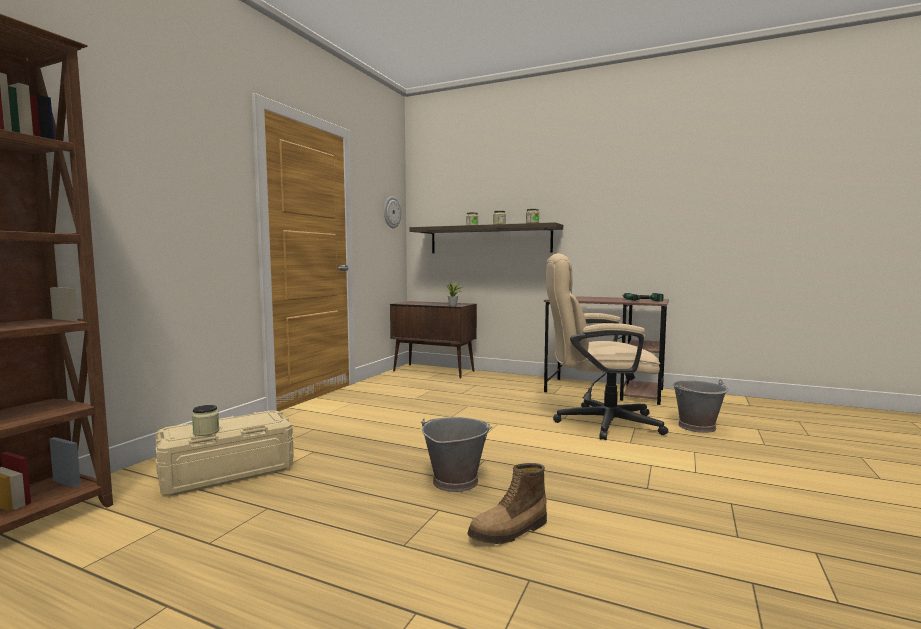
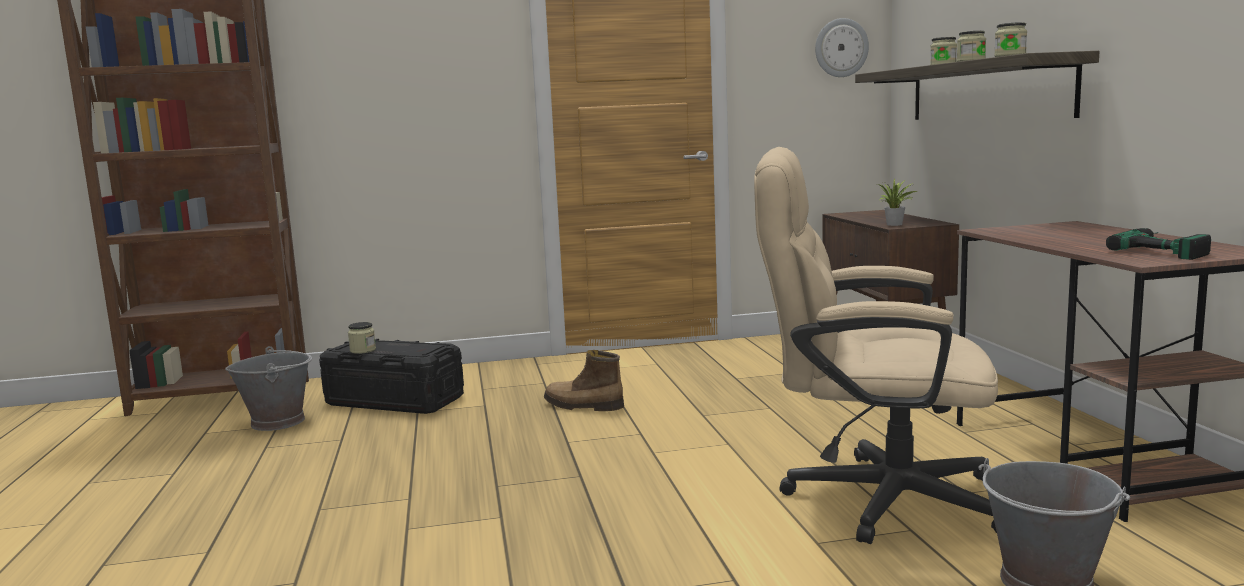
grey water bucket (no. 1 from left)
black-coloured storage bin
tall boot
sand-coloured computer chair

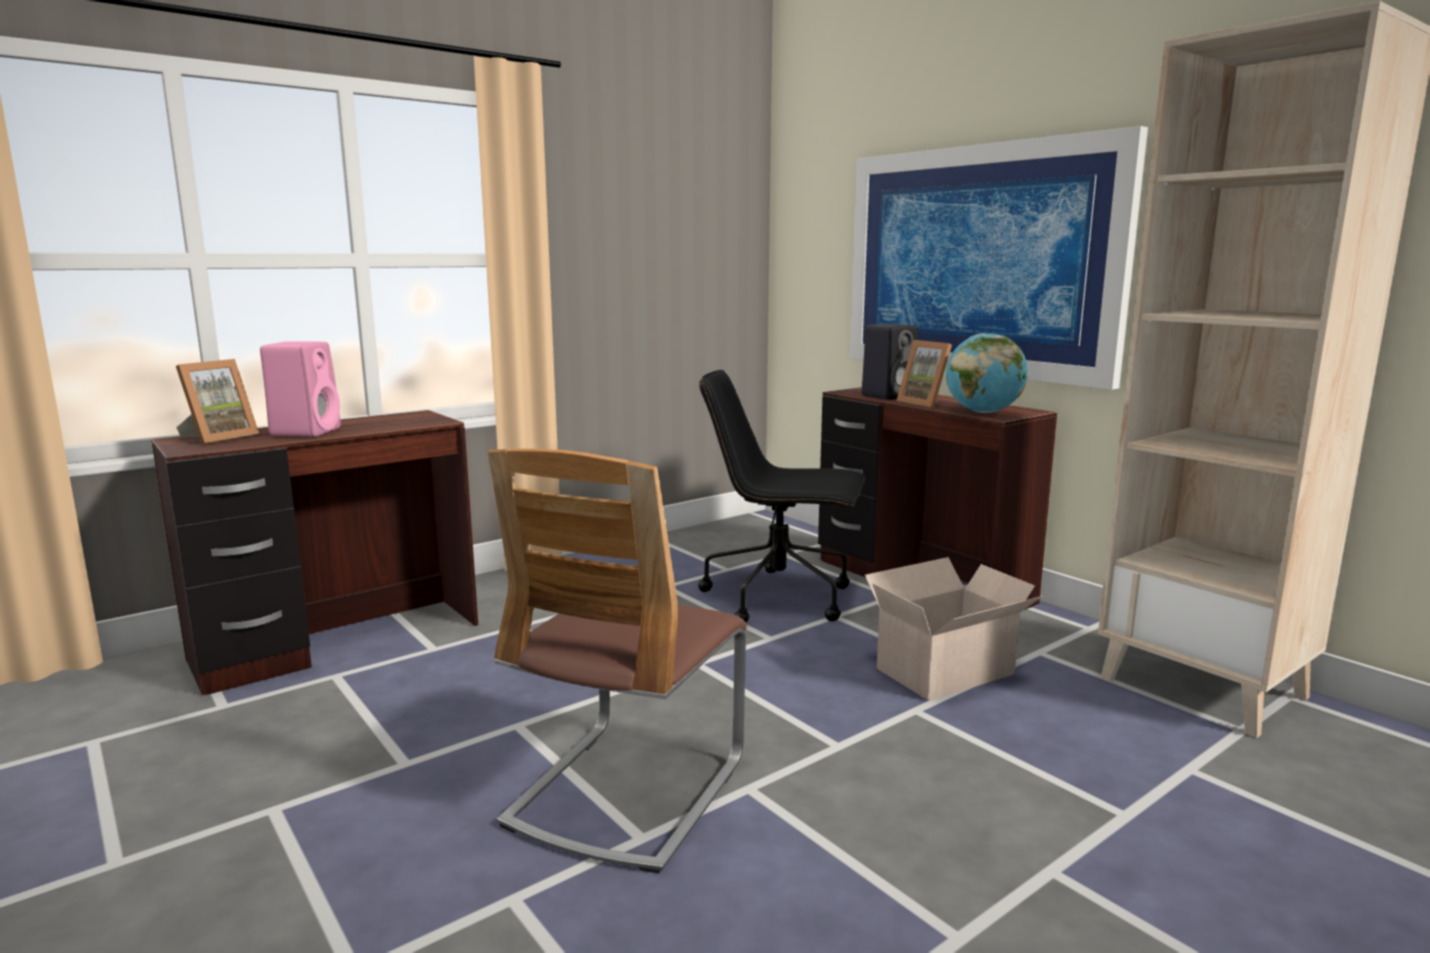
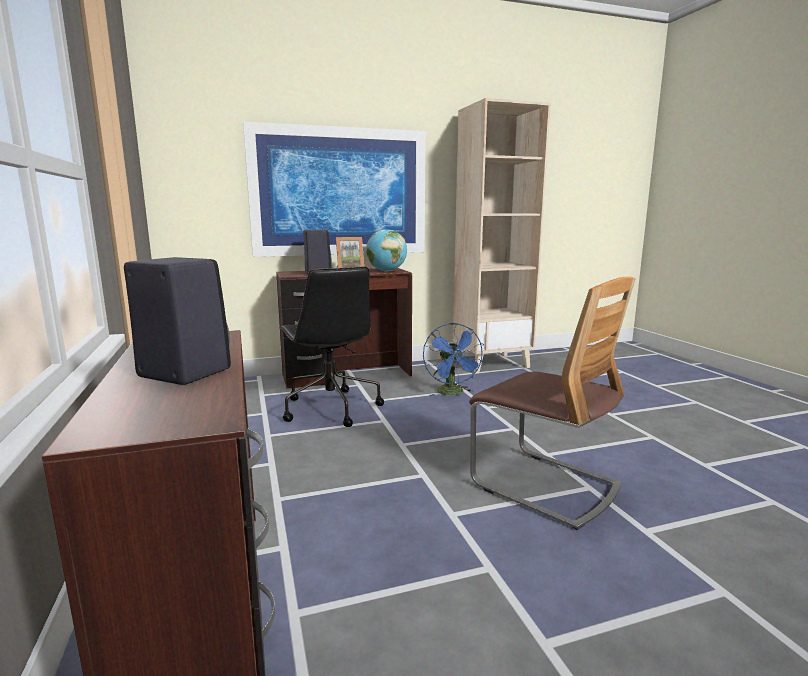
black-coloured loudspeaker (no. 1 from left)
black-coloured computer chair
blue-coloured fan
standing frame (no. 1 from left in the first image)

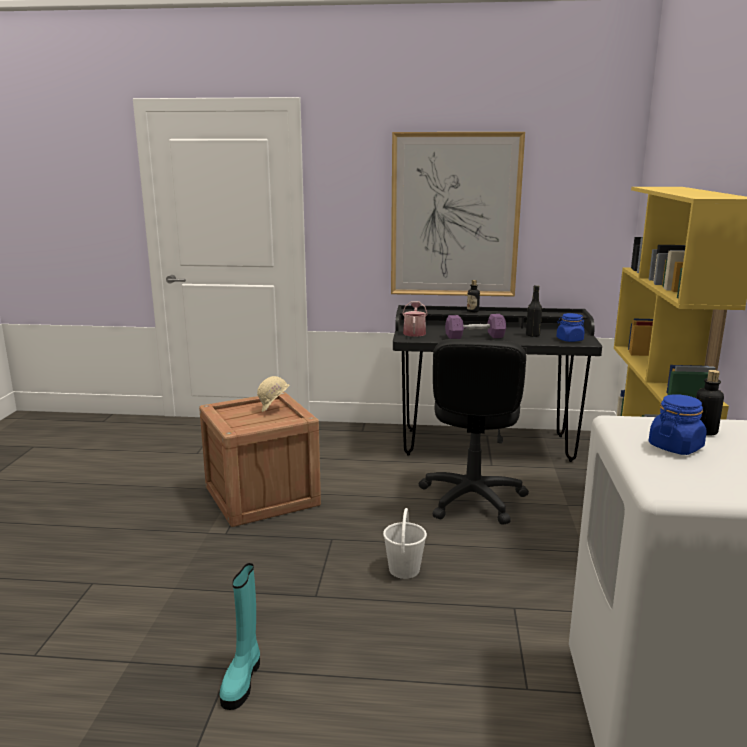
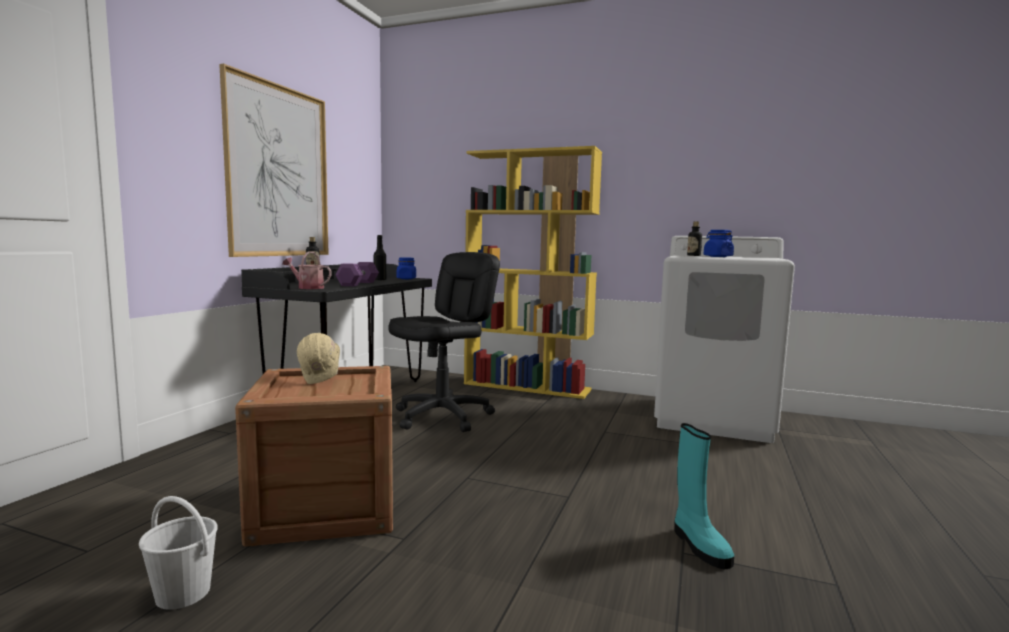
white-coloured water bucket
black-coloured computer chair
blue-green tall boot

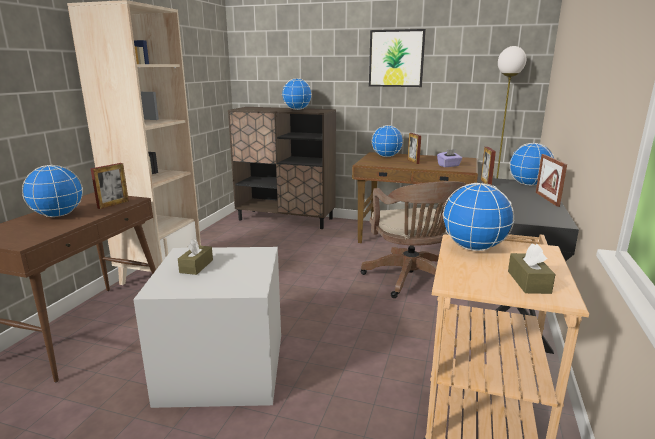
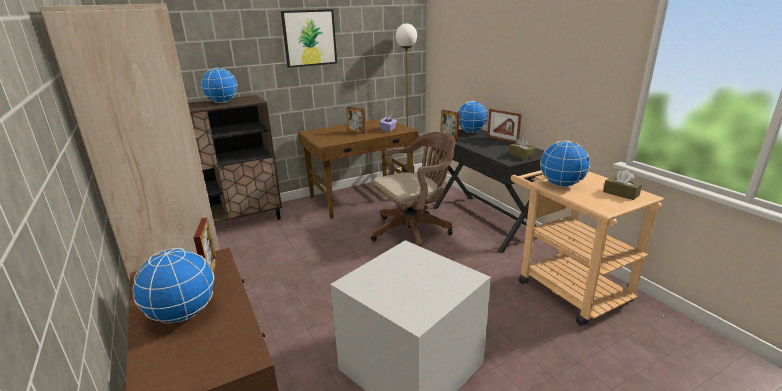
brown computer chair
brown tissue box (no. 1 from left)
globe (no. 3 from left in the first image)

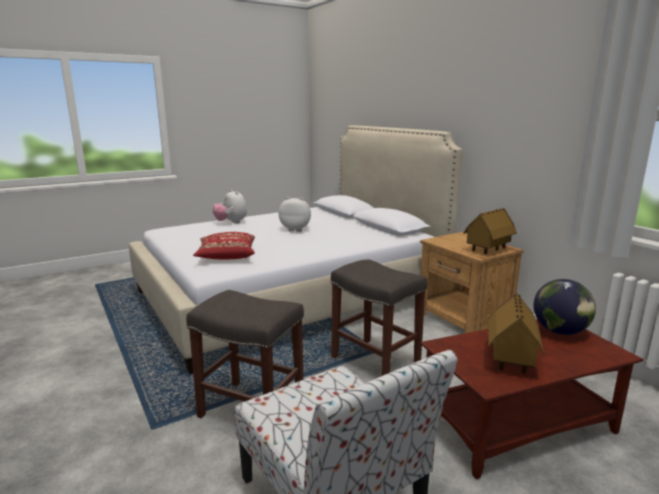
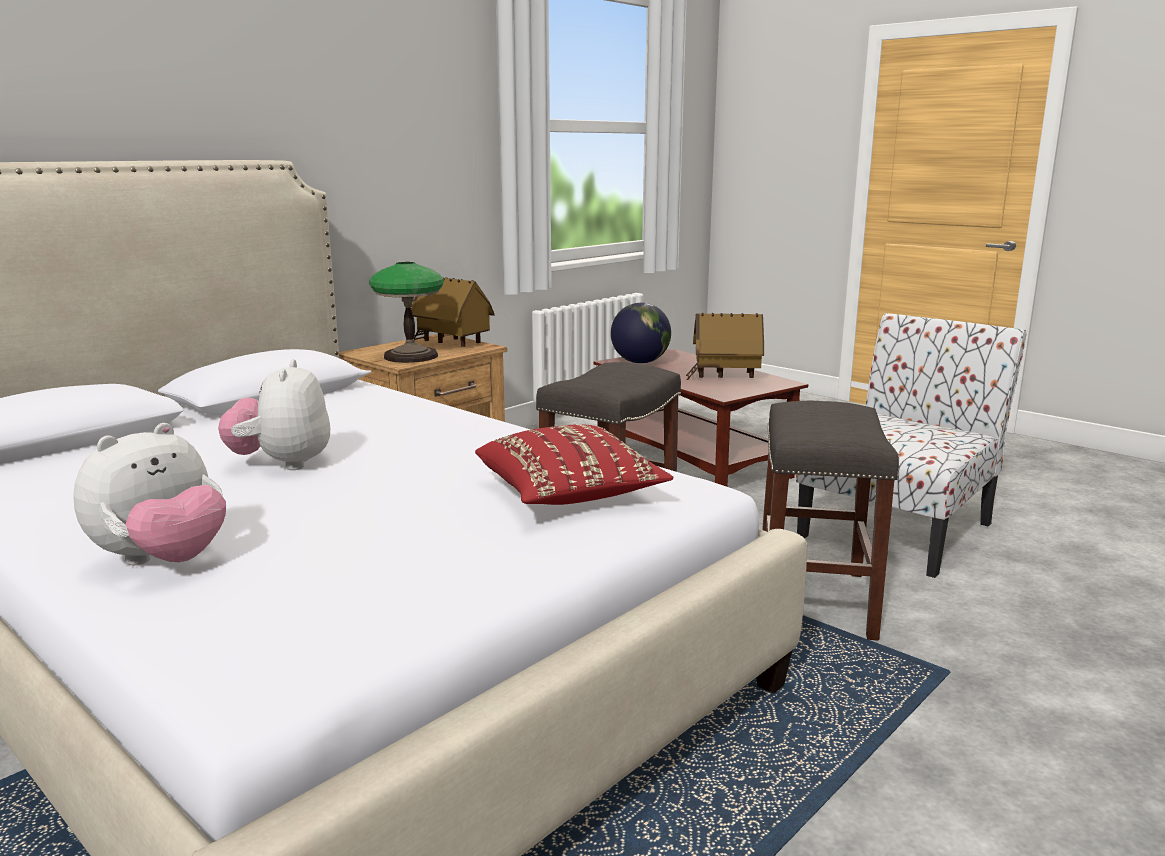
tabletop lamp

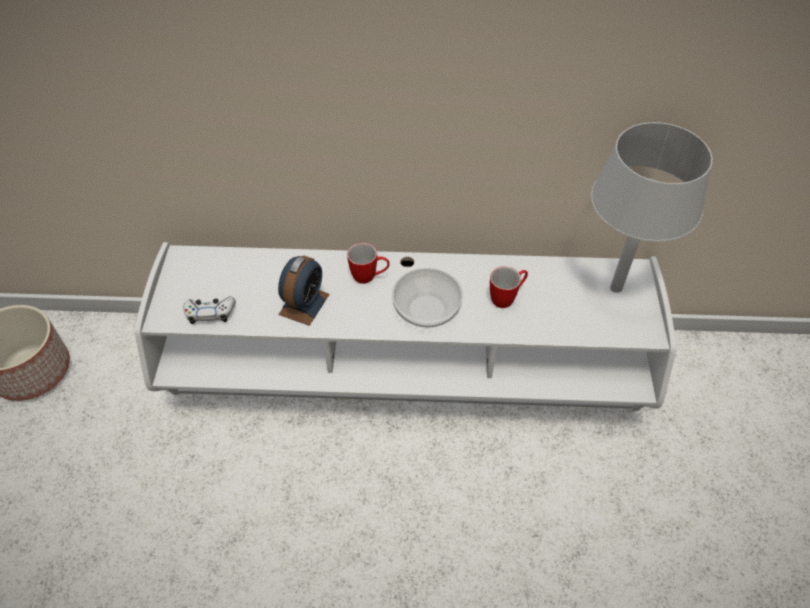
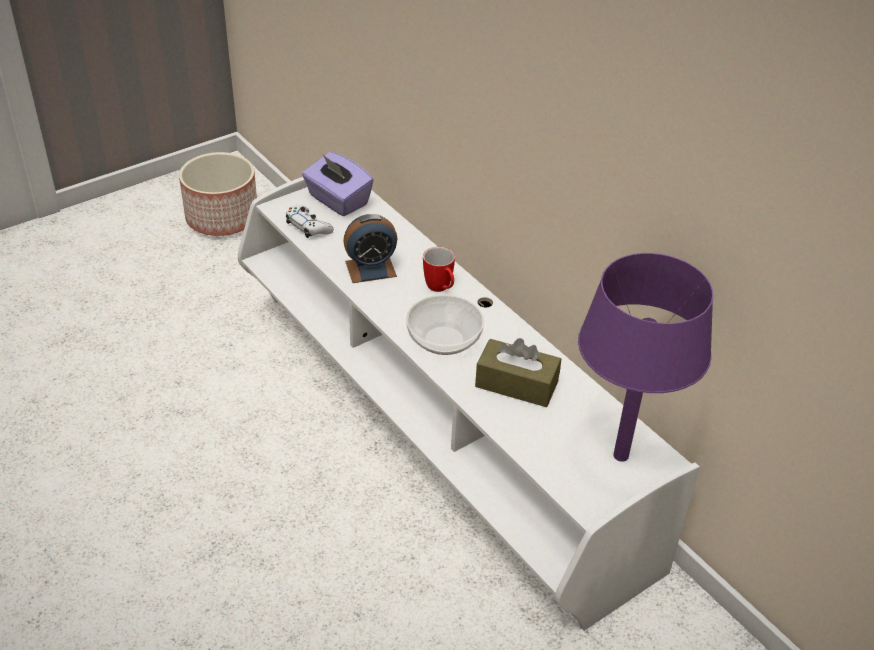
purple tissue box
brown tissue box
purple tabletop lamp

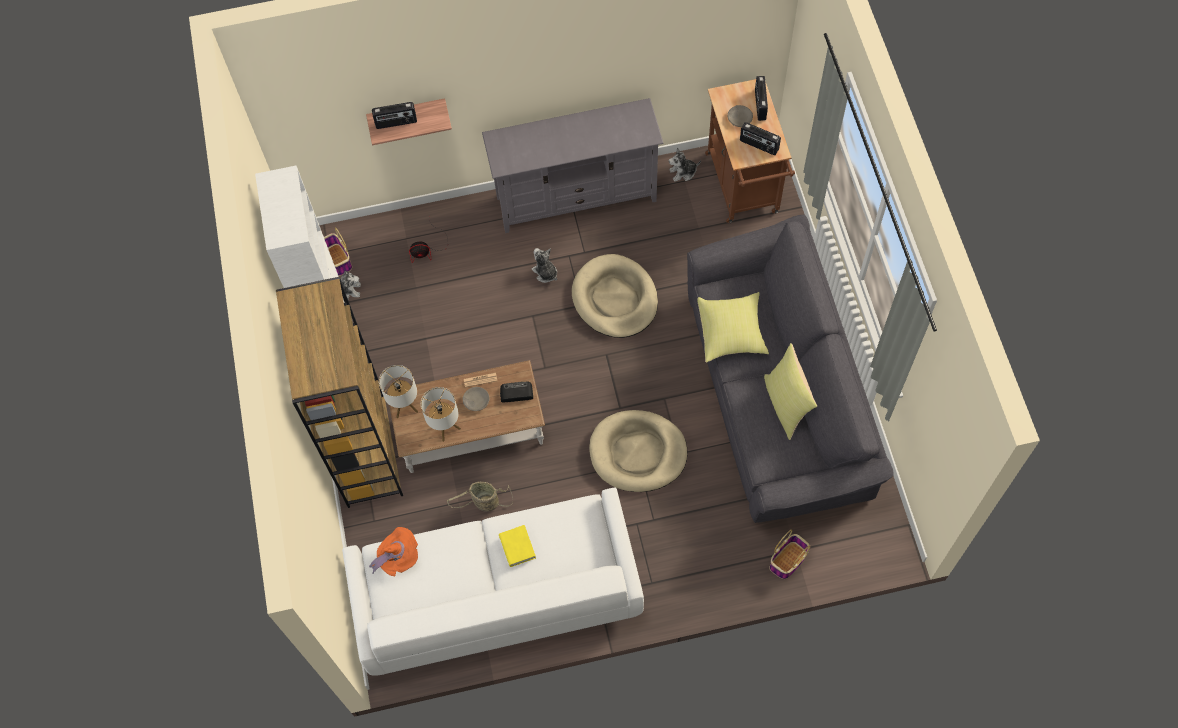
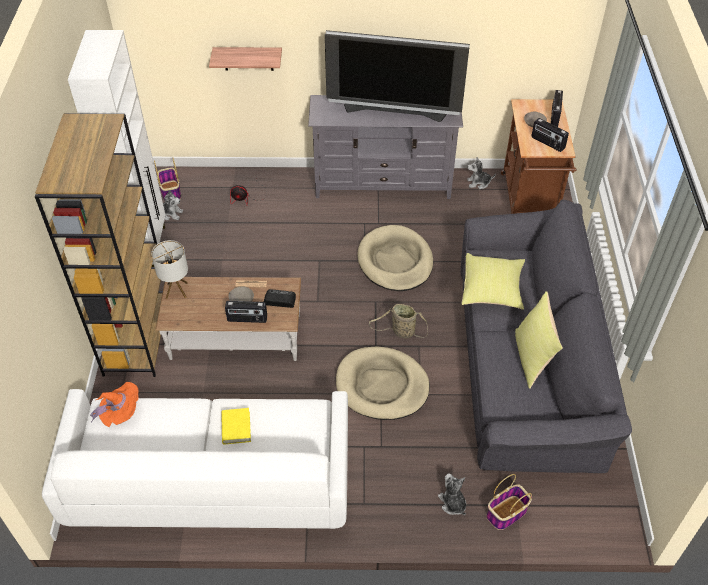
radio (no. 1 from left)
television
basket (no. 2 from left)
cuddly toy (no. 2 from left)
tabletop lamp (no. 2 from left in the first image)

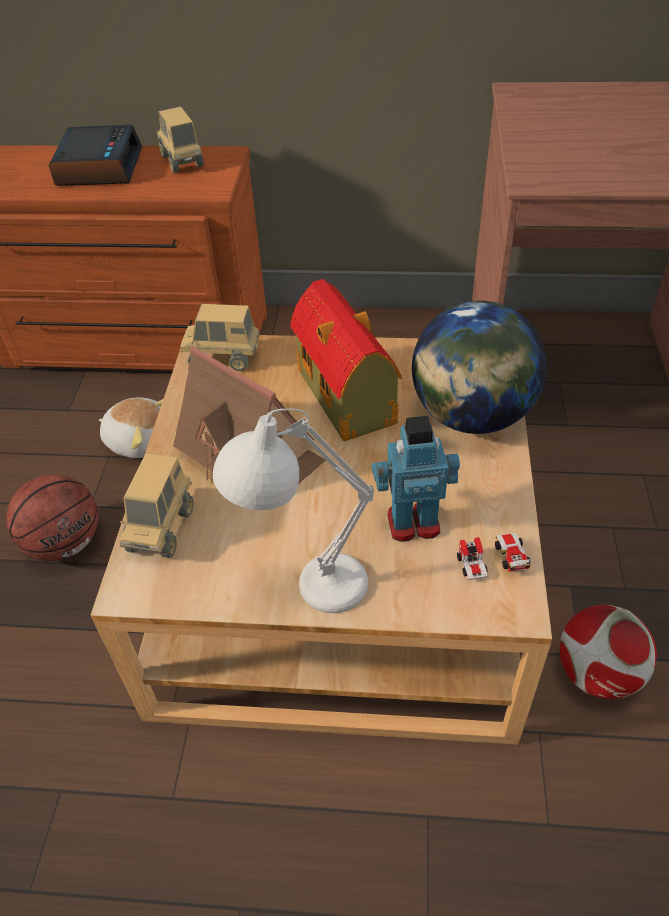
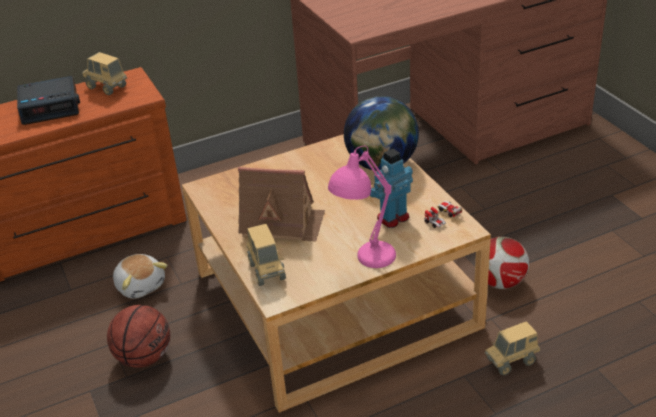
bedside clock
cuddly toy
pink tabletop lamp
toy lorry (no. 3 from left)
model house (no. 2 from left in the first image)

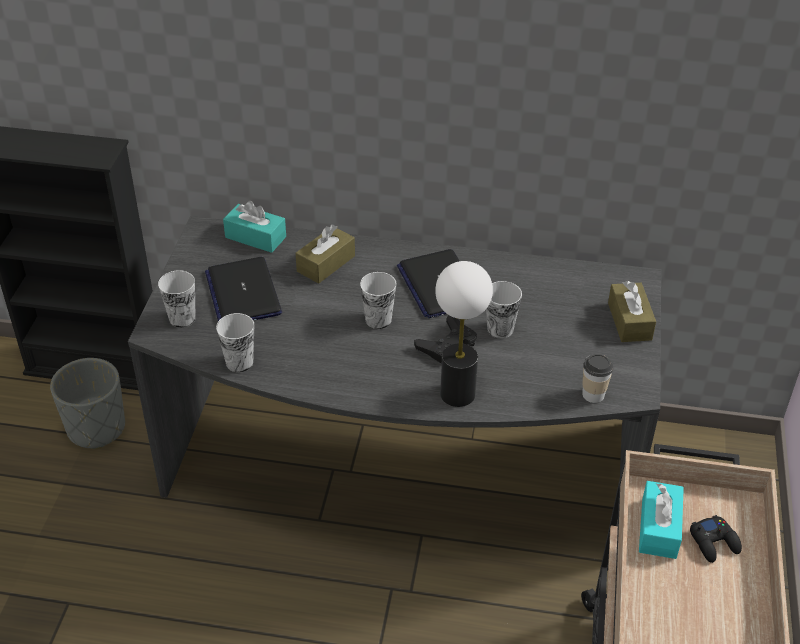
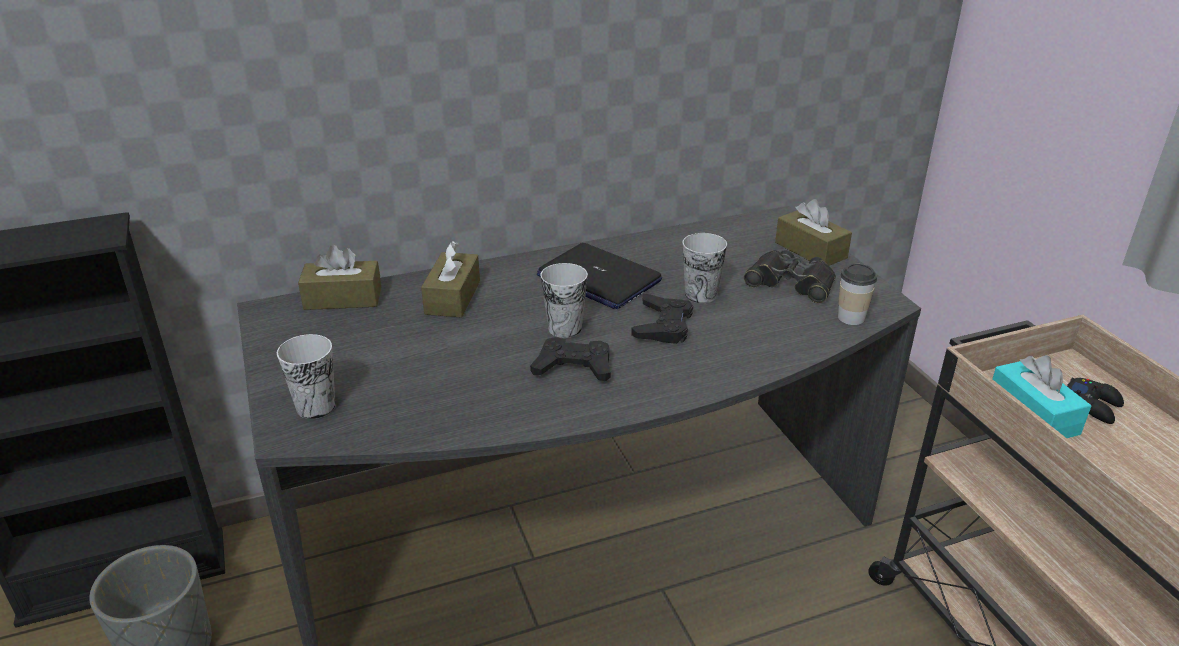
brown tissue box (no. 1 from left)
black-coloured gamepad (no. 1 from left)
black-coloured field glasses
portable computer (no. 1 from left in the first image)
drinking cup (no. 2 from left in the first image)
tabletop lamp

